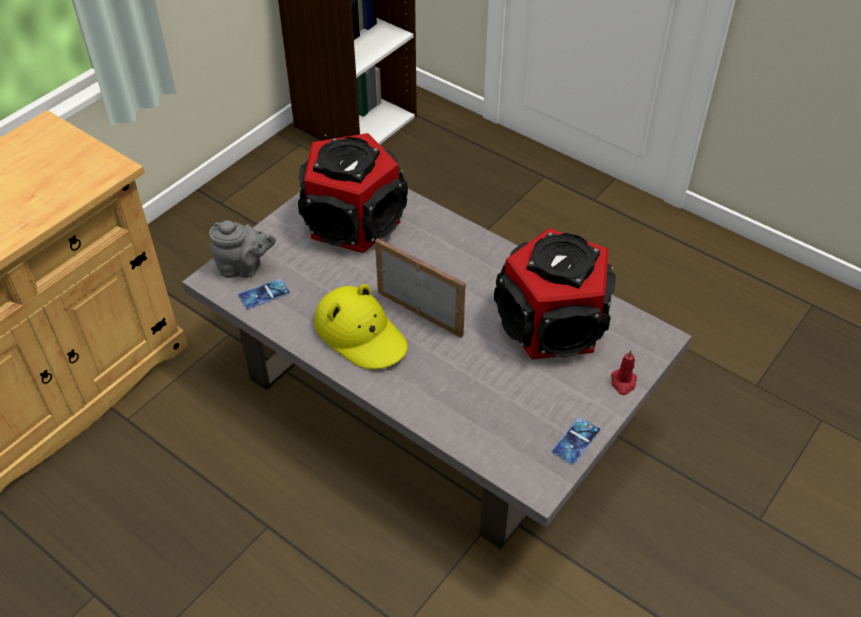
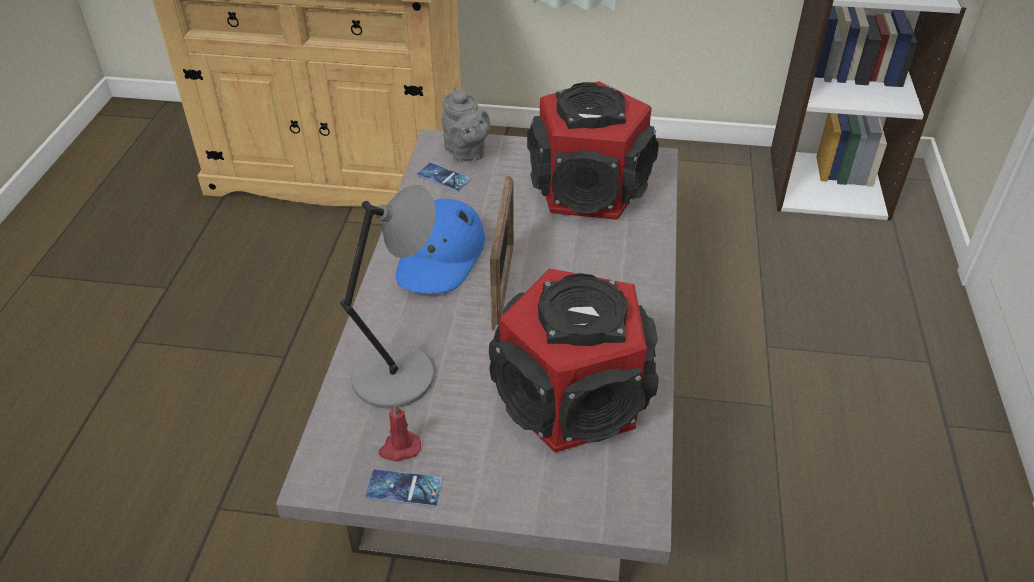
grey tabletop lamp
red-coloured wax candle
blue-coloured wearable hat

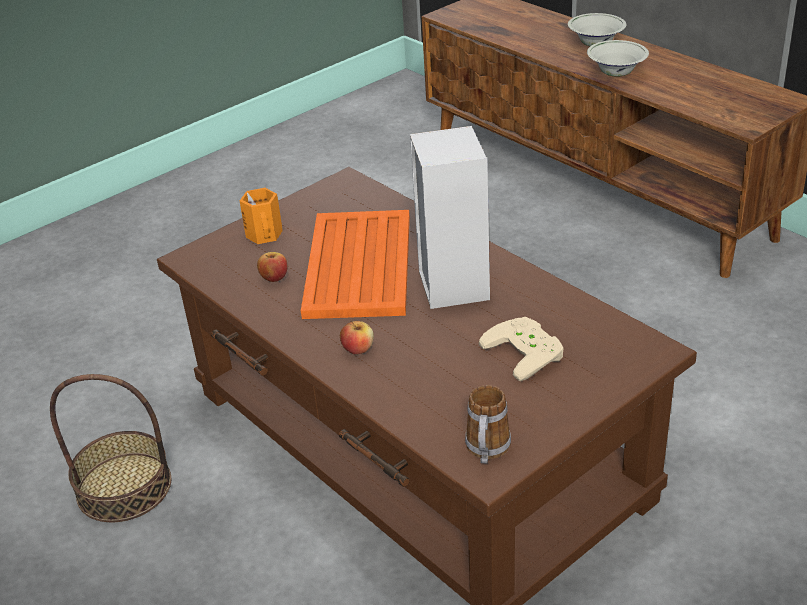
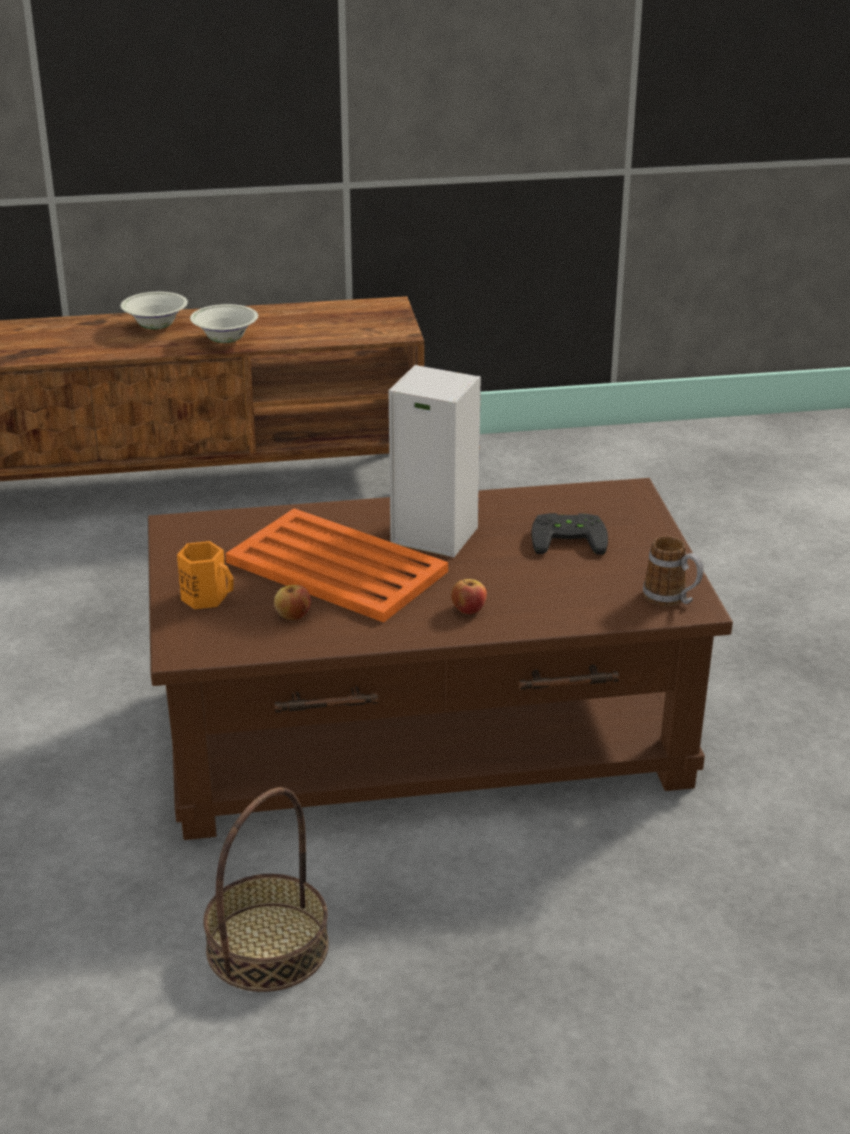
black-coloured gamepad

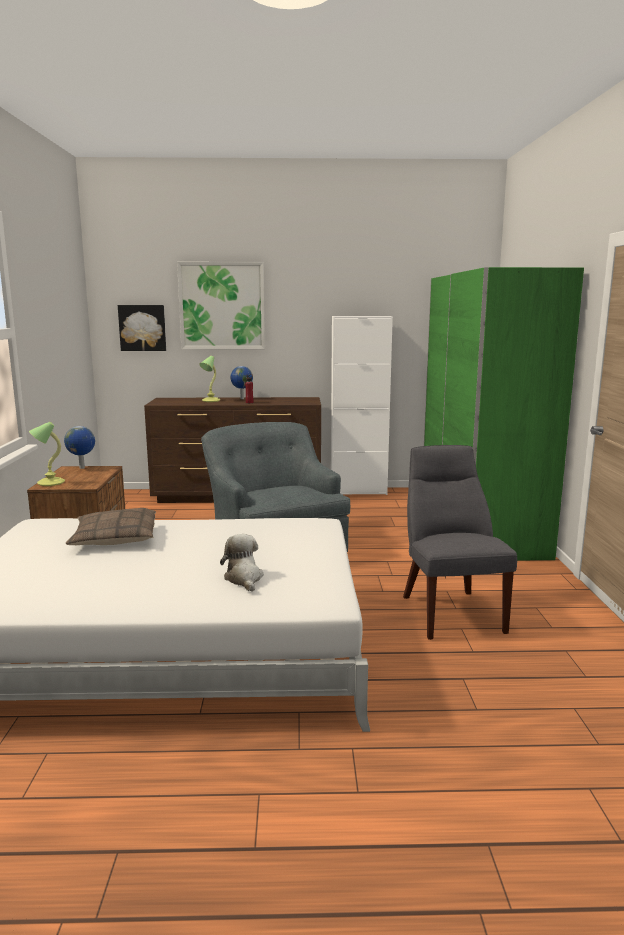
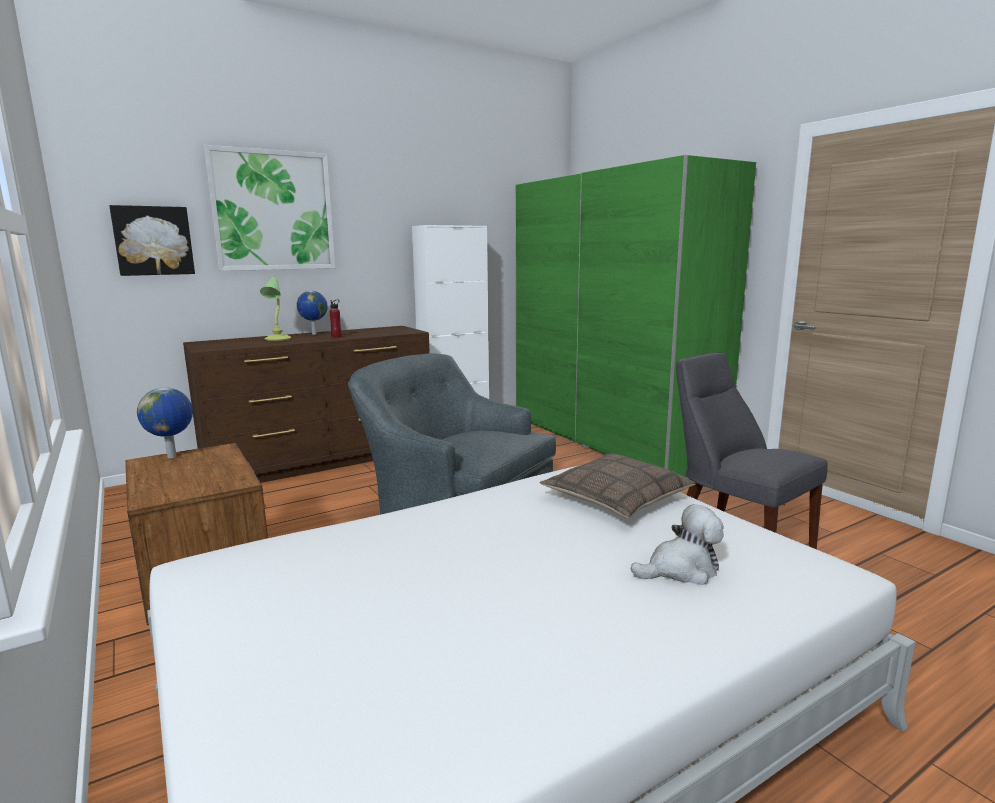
pillow
cuddly toy
tabletop lamp (no. 1 from left in the first image)

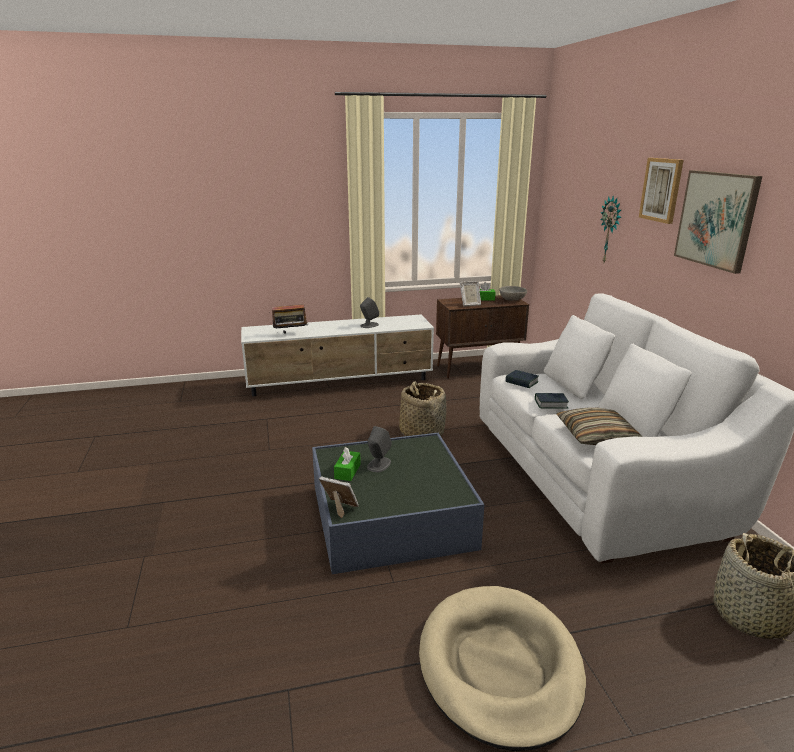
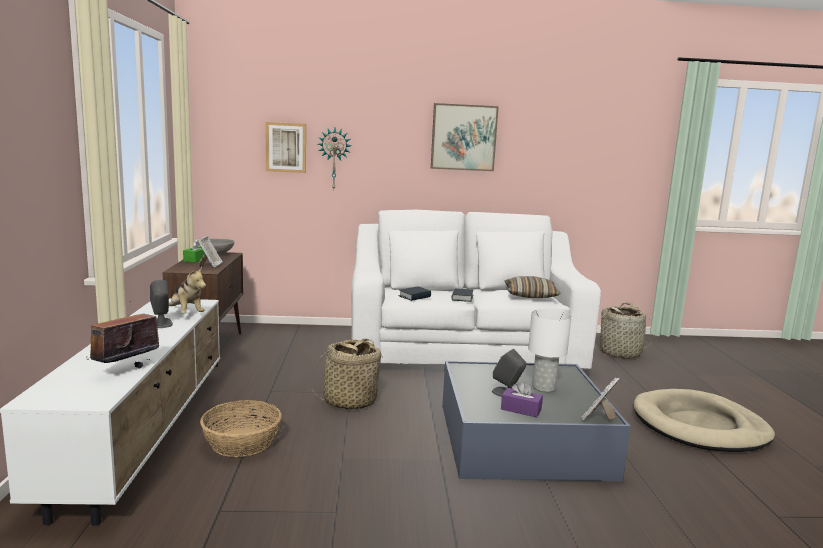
radio
cuddly toy
basket (no. 1 from left)
wall picture (no. 1 from left)
purple tissue box
white-coloured tabletop lamp

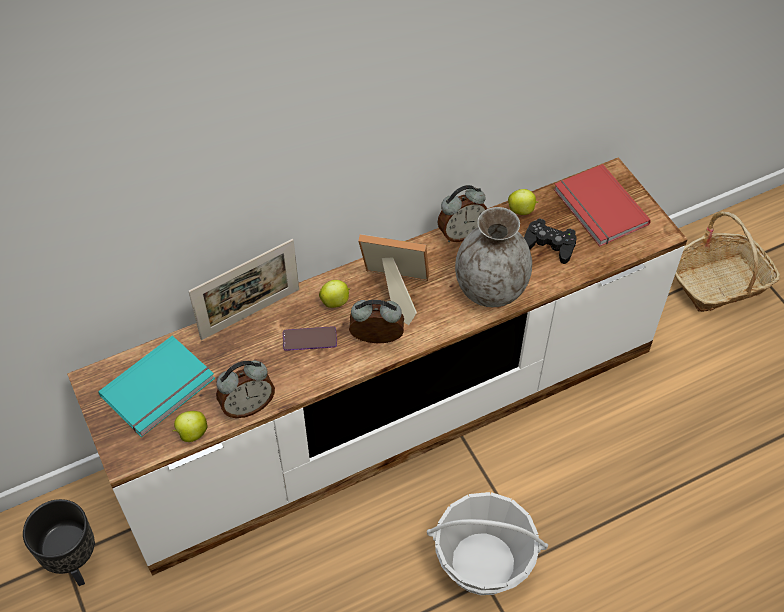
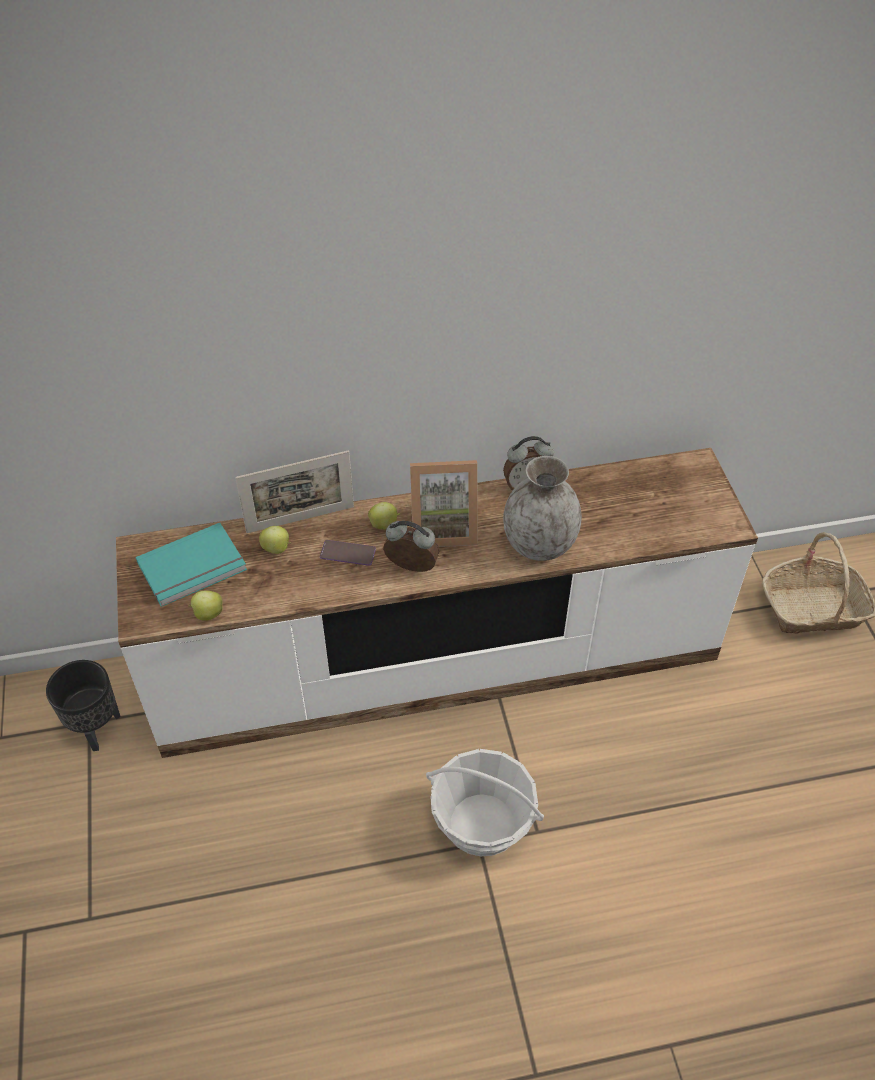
whole apple (no. 2 from left)
standing frame (no. 2 from left)
bedside clock (no. 1 from left in the first image)
black-coloured gamepad
red-coloured bound book

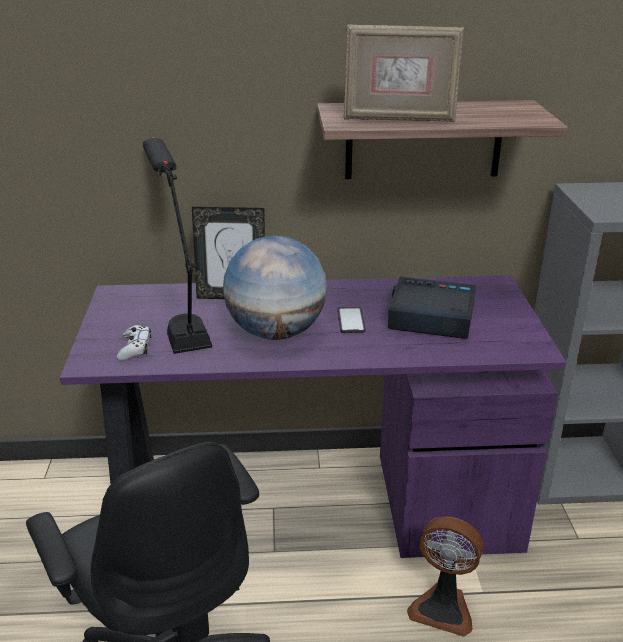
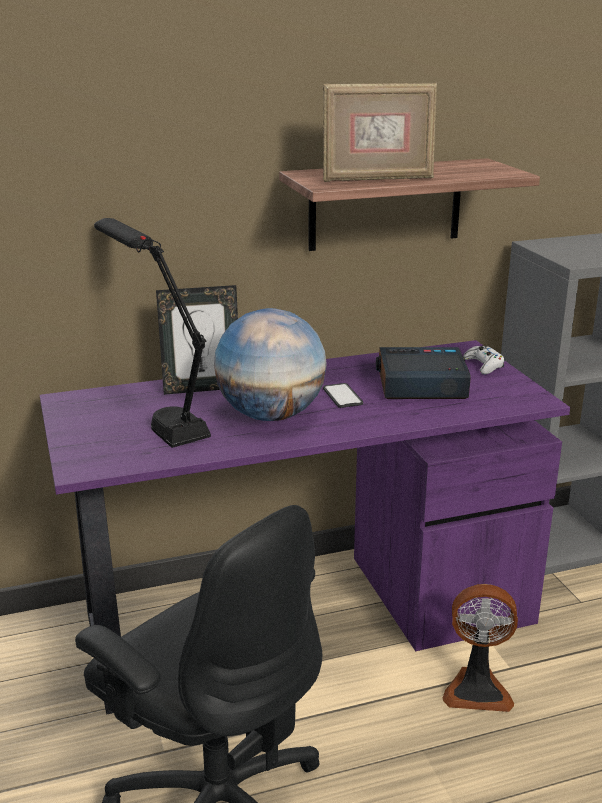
white-coloured gamepad

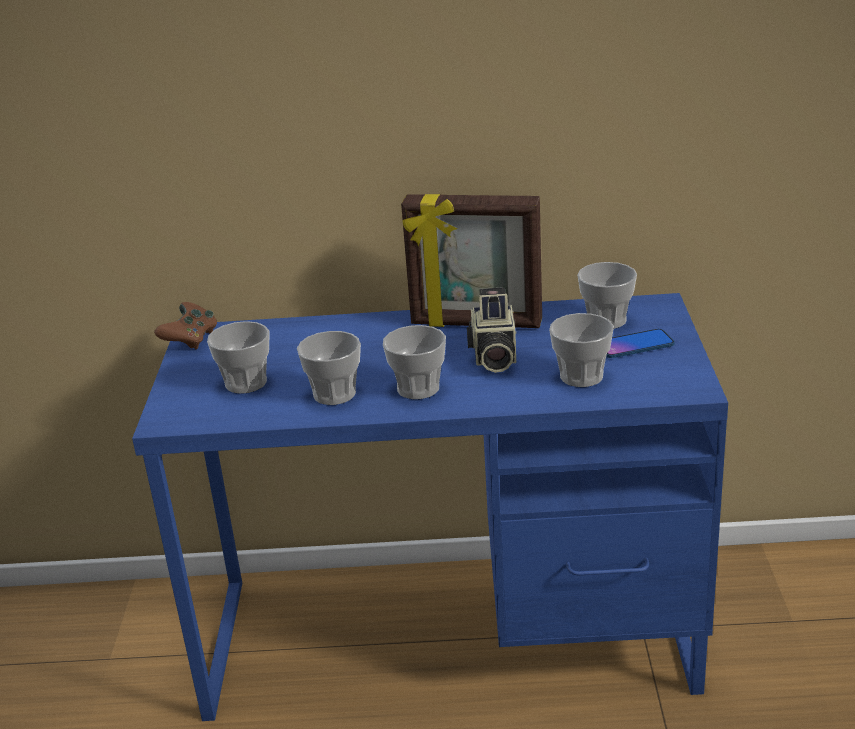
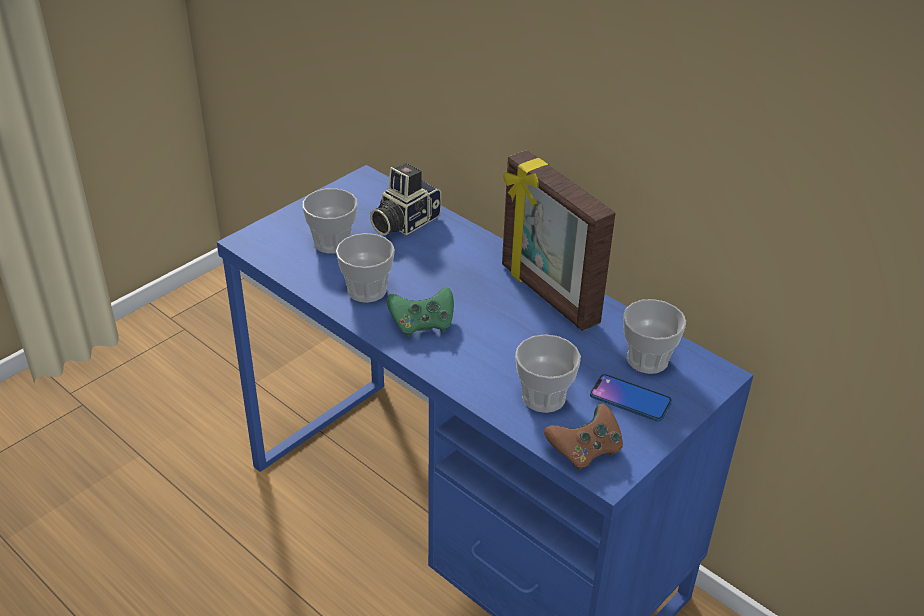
still camera
greenish gamepad
brown gamepad

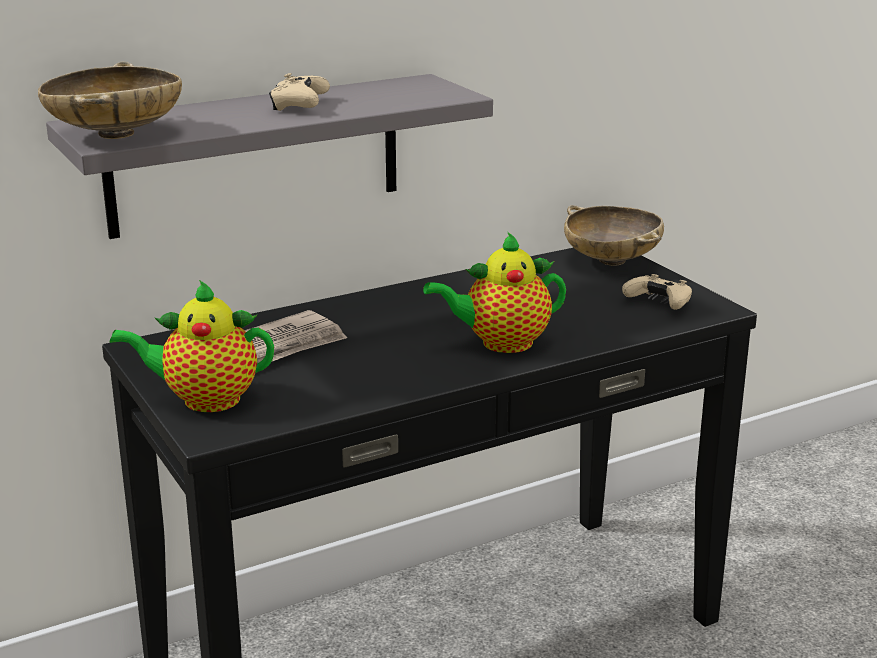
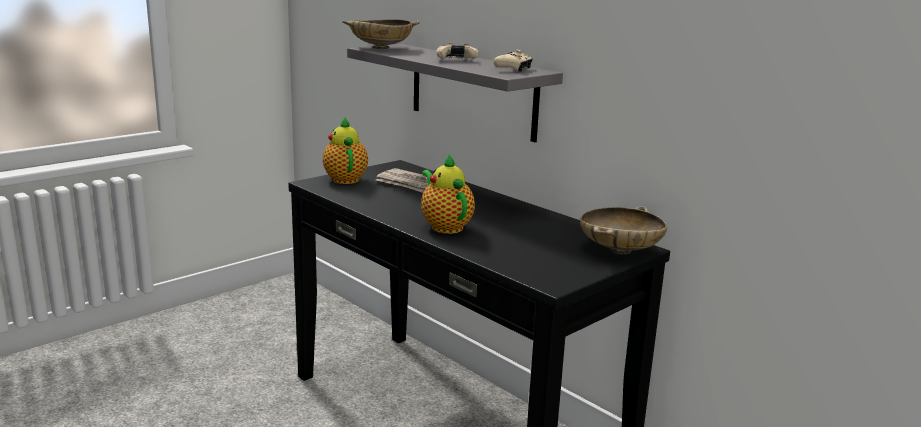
sand-coloured gamepad (no. 2 from left)

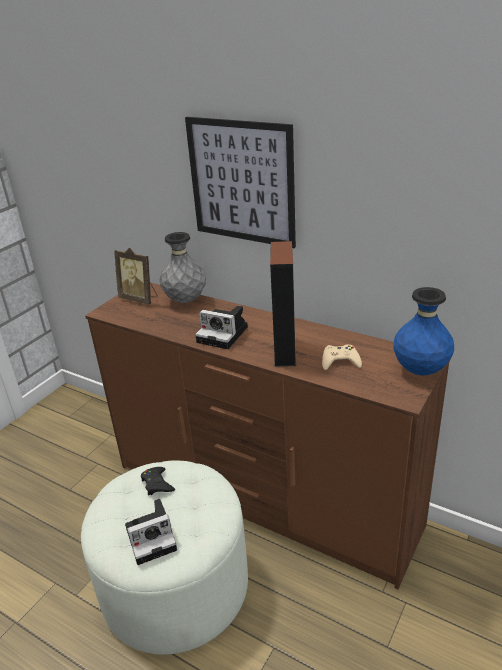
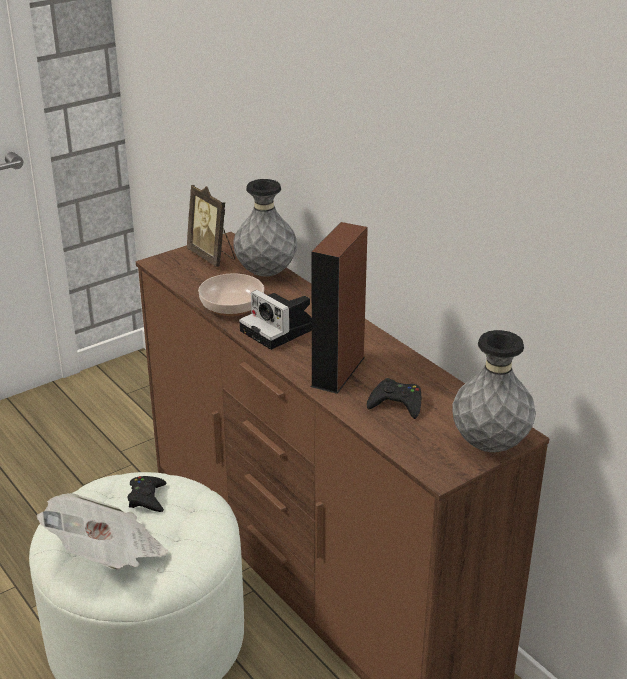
newspaper
bowl
black-coloured gamepad (no. 2 from left)
grey vase (no. 2 from left)
wall picture

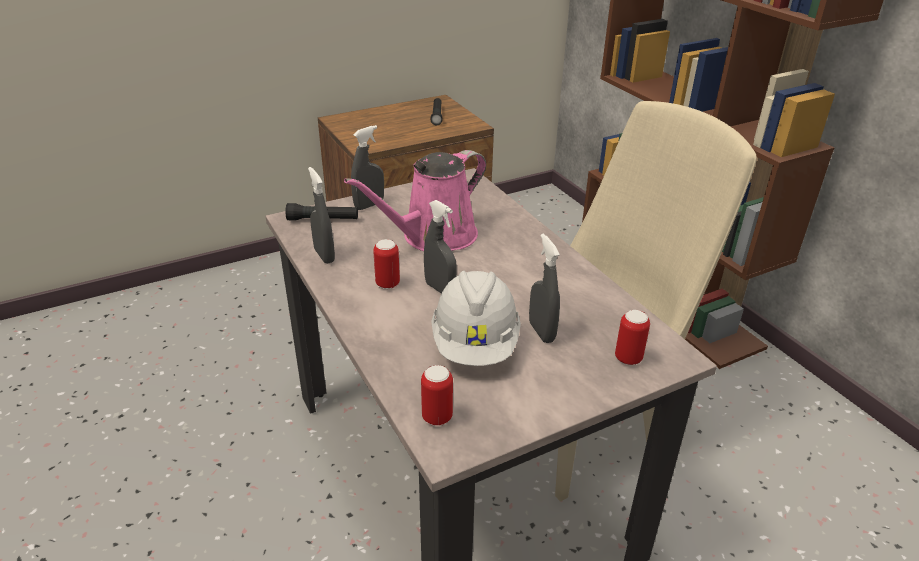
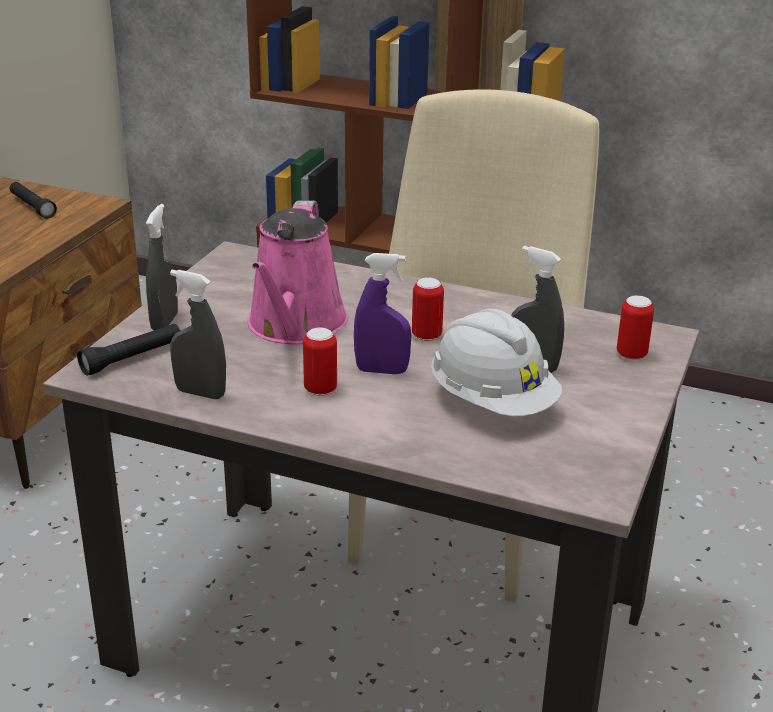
purple hand sprayer
metal can (no. 2 from left)

